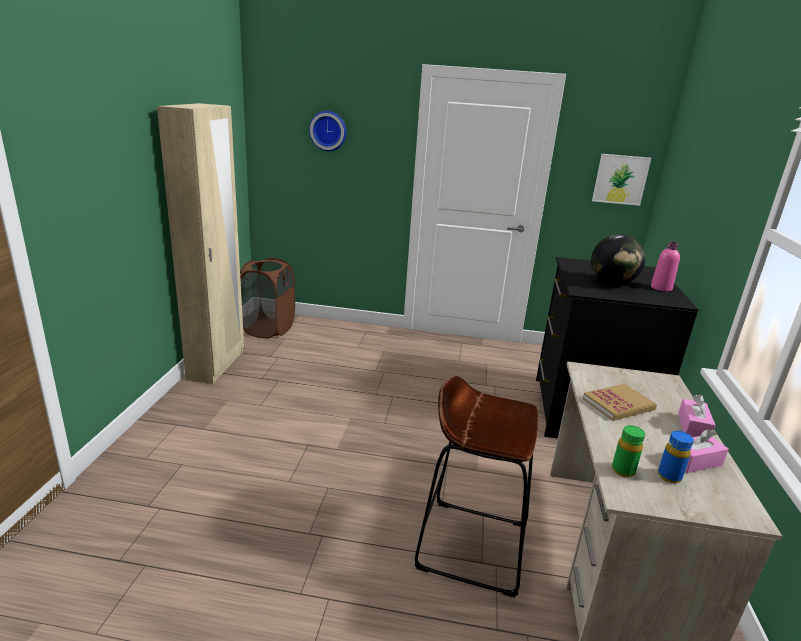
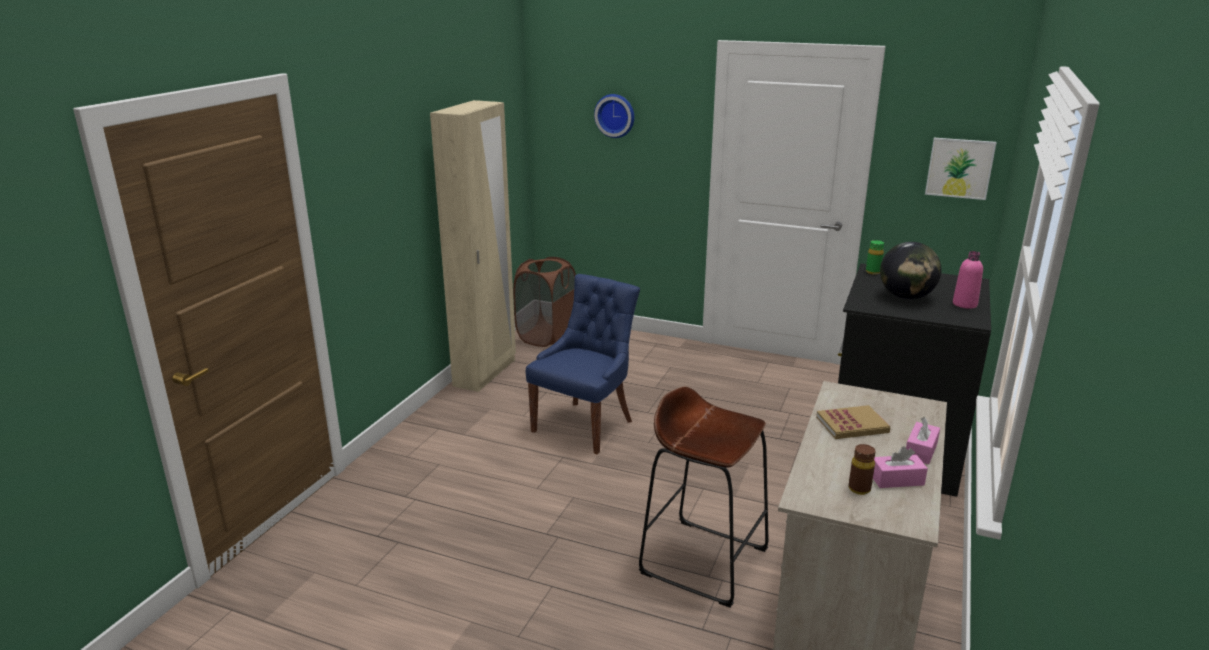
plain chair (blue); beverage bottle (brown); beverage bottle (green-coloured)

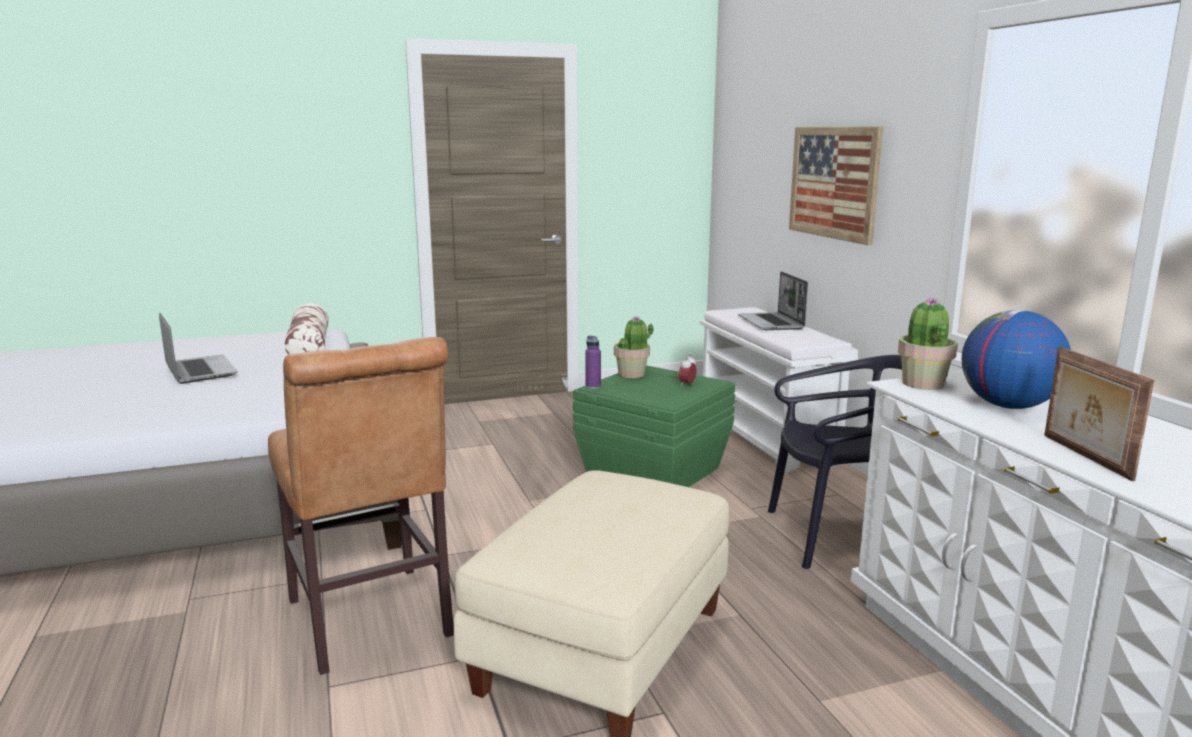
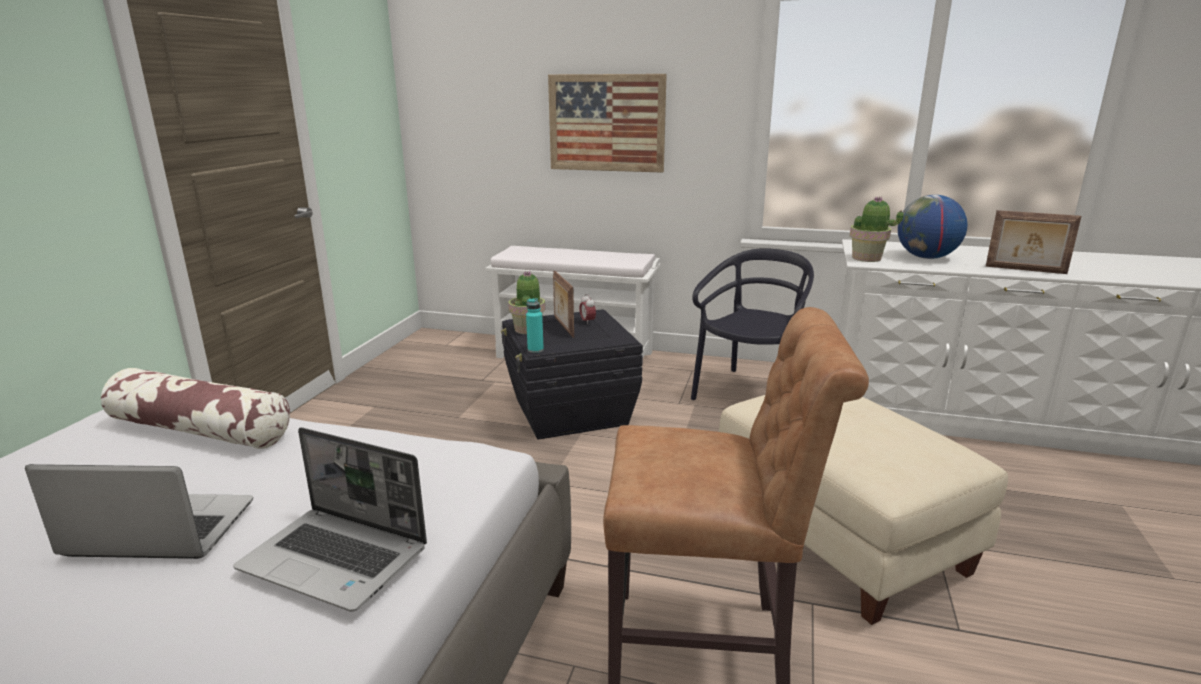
laptop (no. 2 from left); storage bin (black); beverage bottle (turquoise-coloured); picture frame (no. 1 from left)

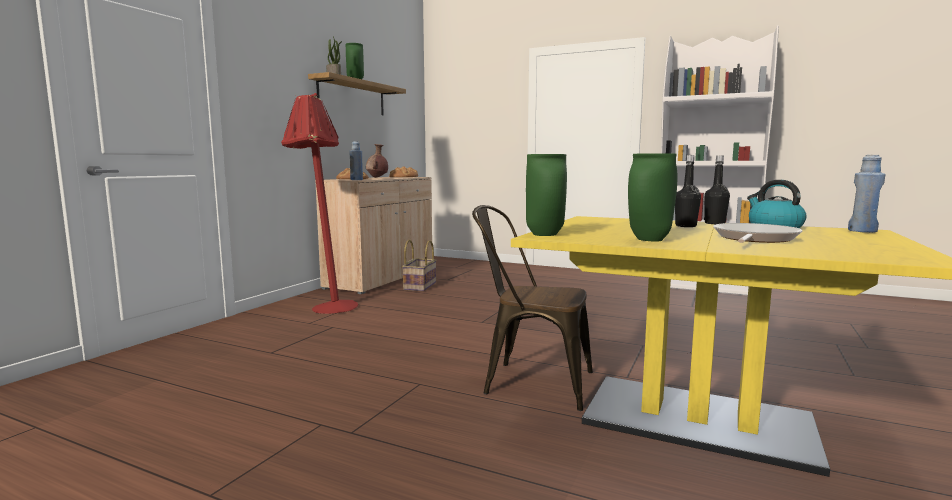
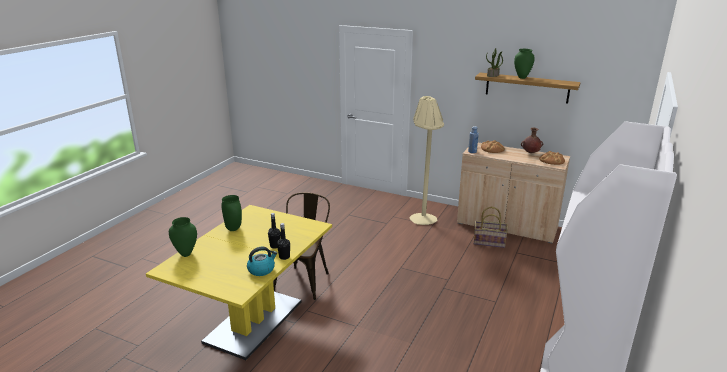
vase (green-coloured) (no. 1 from left); standard lamp (beige); frying pan; beverage bottle (blue) (no. 2 from left in the first image)

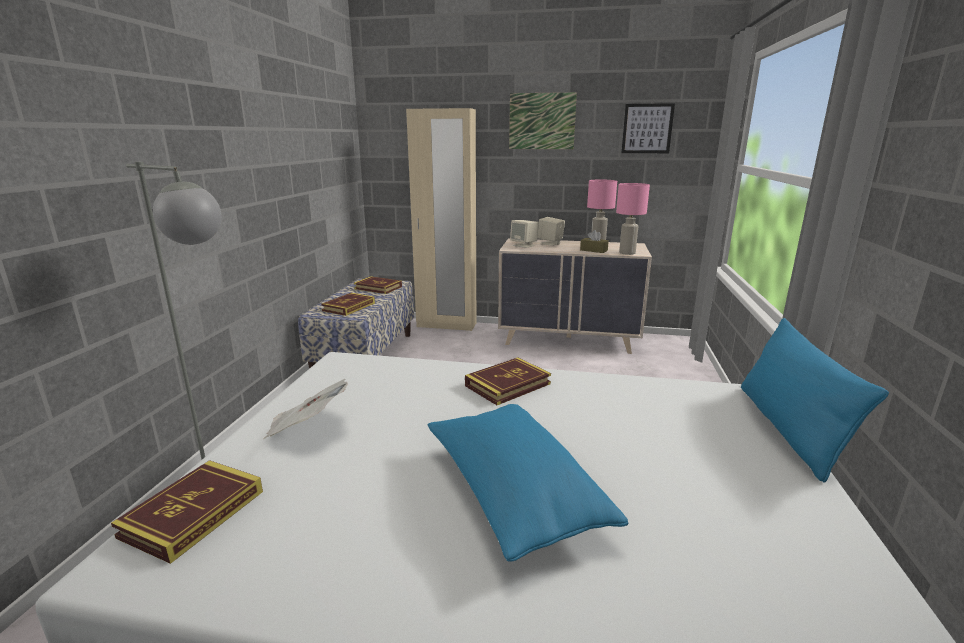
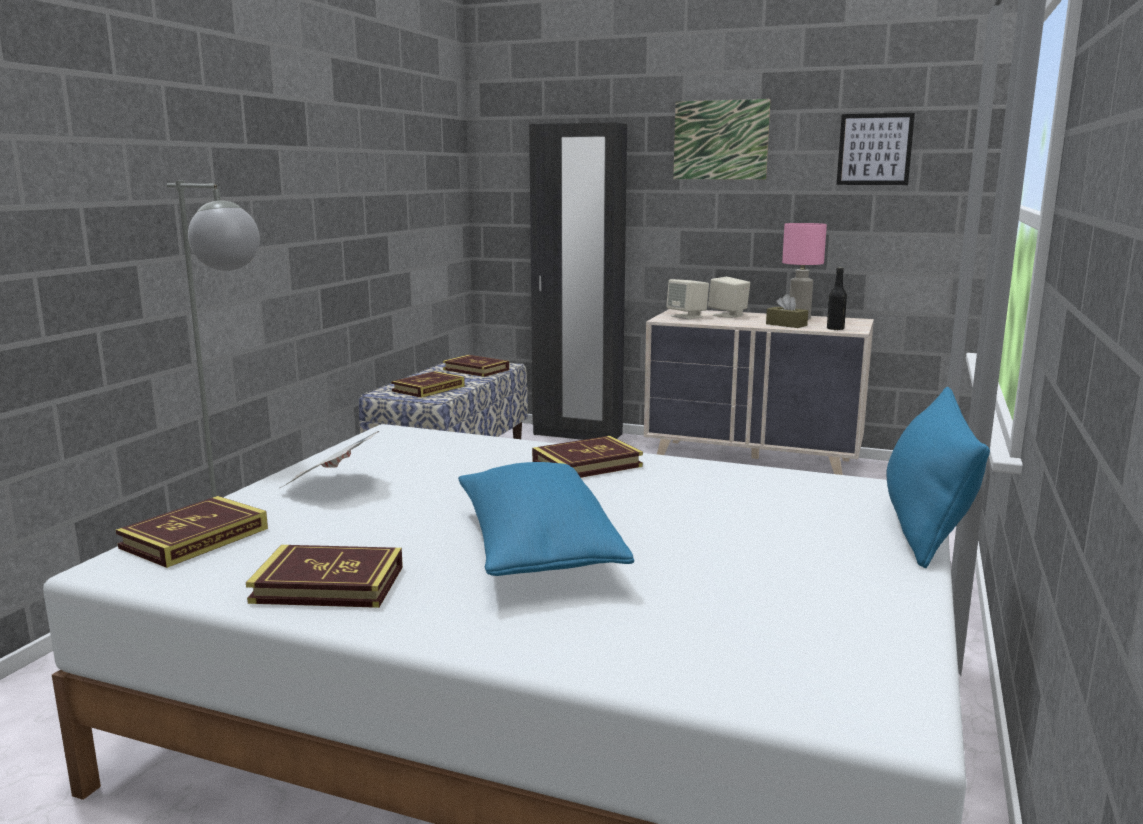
book (no. 2 from left); wardrobe (black); beverage bottle (black)

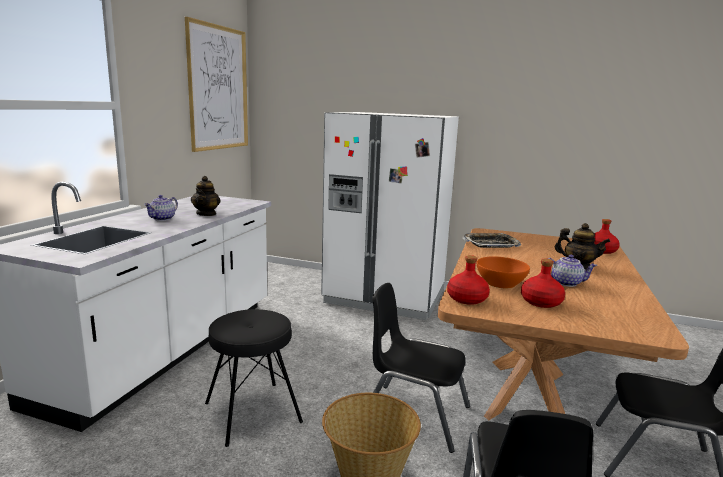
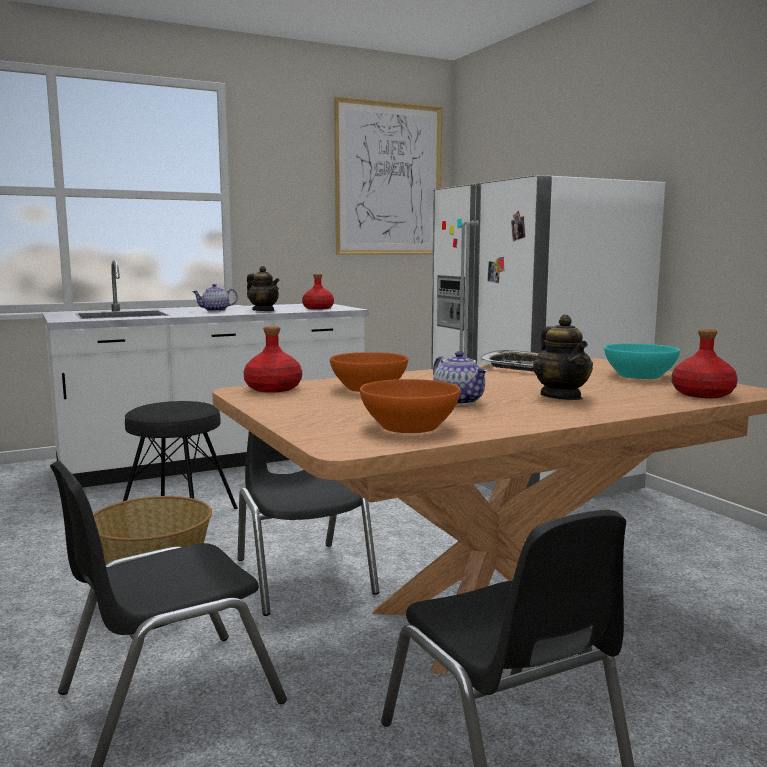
pot for tea (no. 2 from left); beverage bottle (reddish) (no. 2 from left); deep dish (orangey) (no. 2 from left); deep dish (turquoise-coloured)

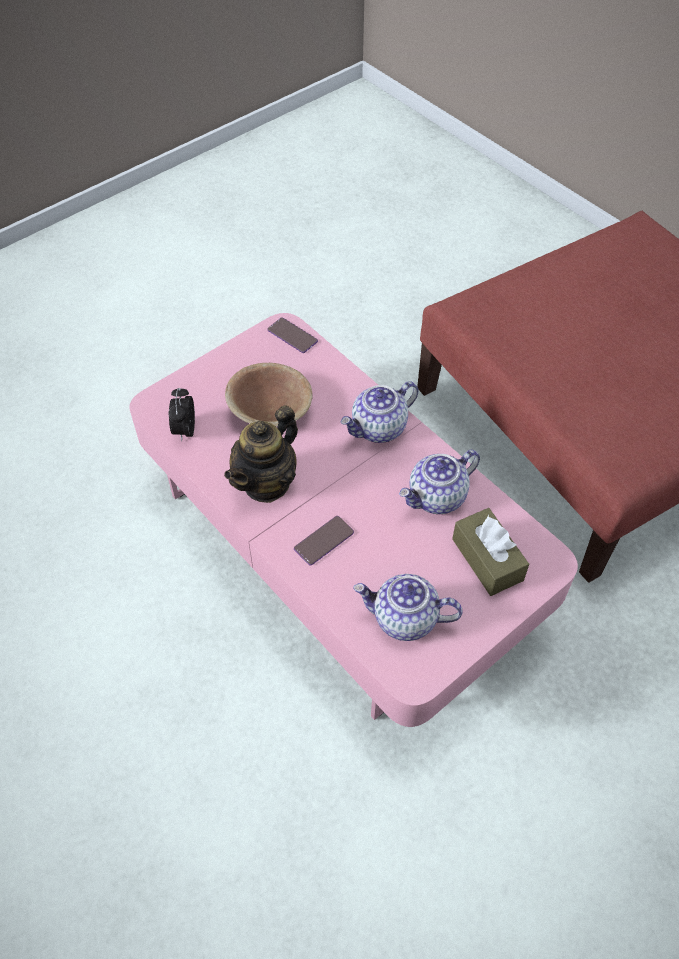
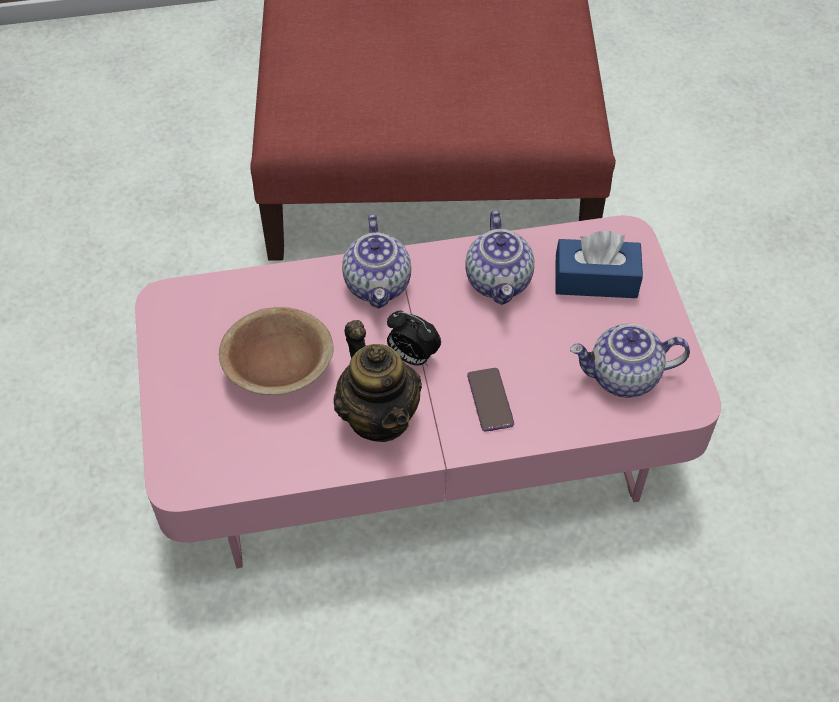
bedside clock; tissue holder (blue); pot for tea (no. 4 from left); phone (no. 1 from left in the first image)

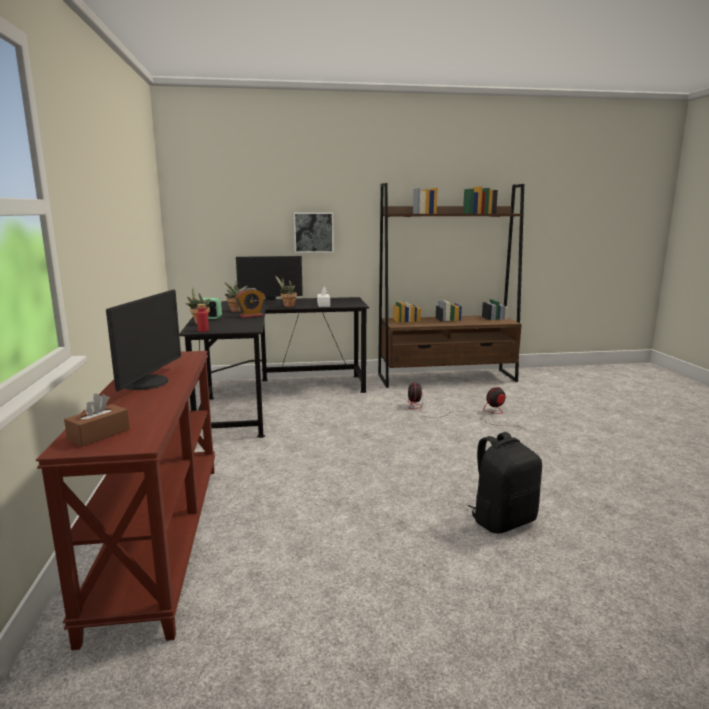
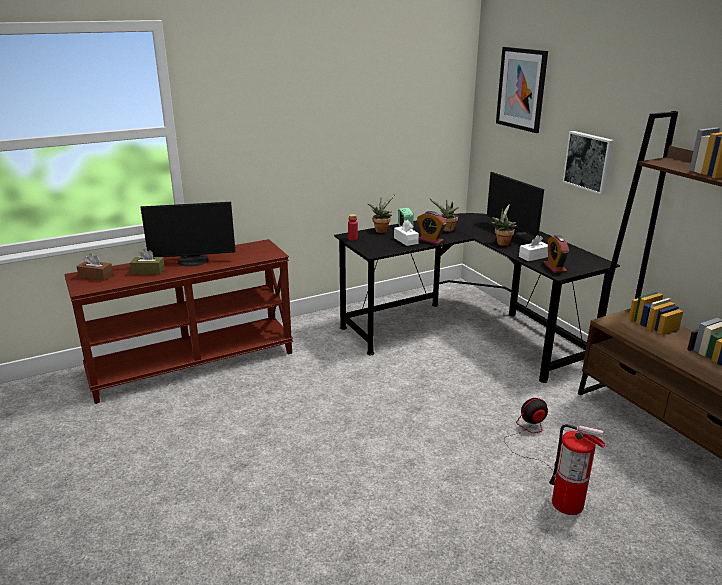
tissue holder (brown) (no. 2 from left); tissue holder (whitish) (no. 1 from left); wall picture (no. 1 from left); bedside clock (no. 3 from left); extinguisher; rucksack (black)

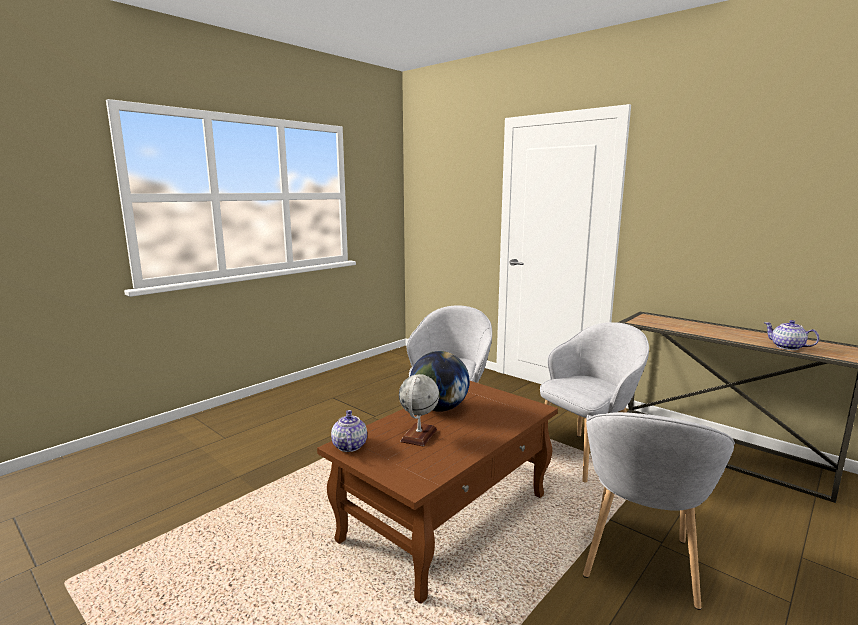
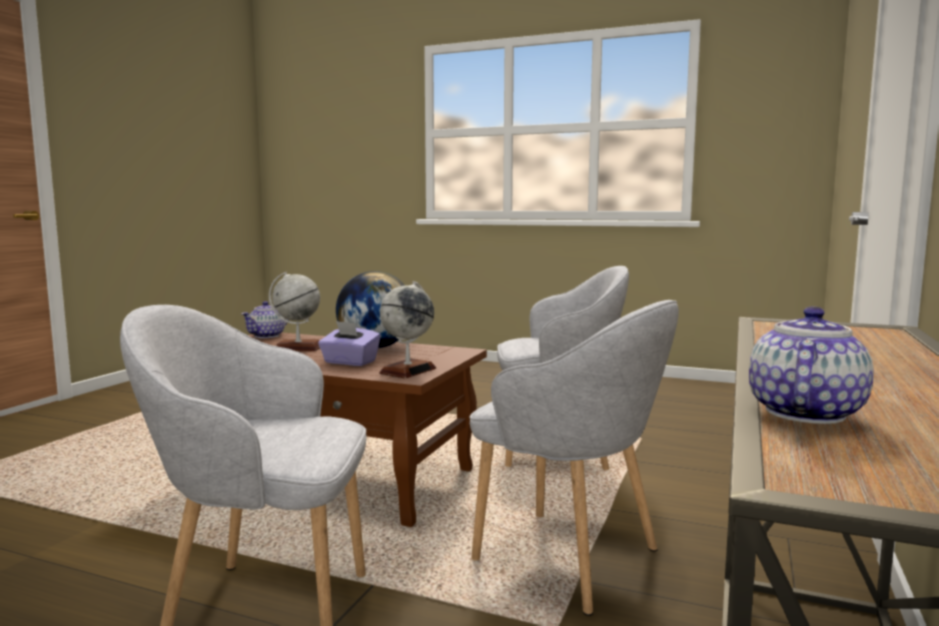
pot for tea (no. 1 from left); tissue holder (purple); globe (no. 3 from left)

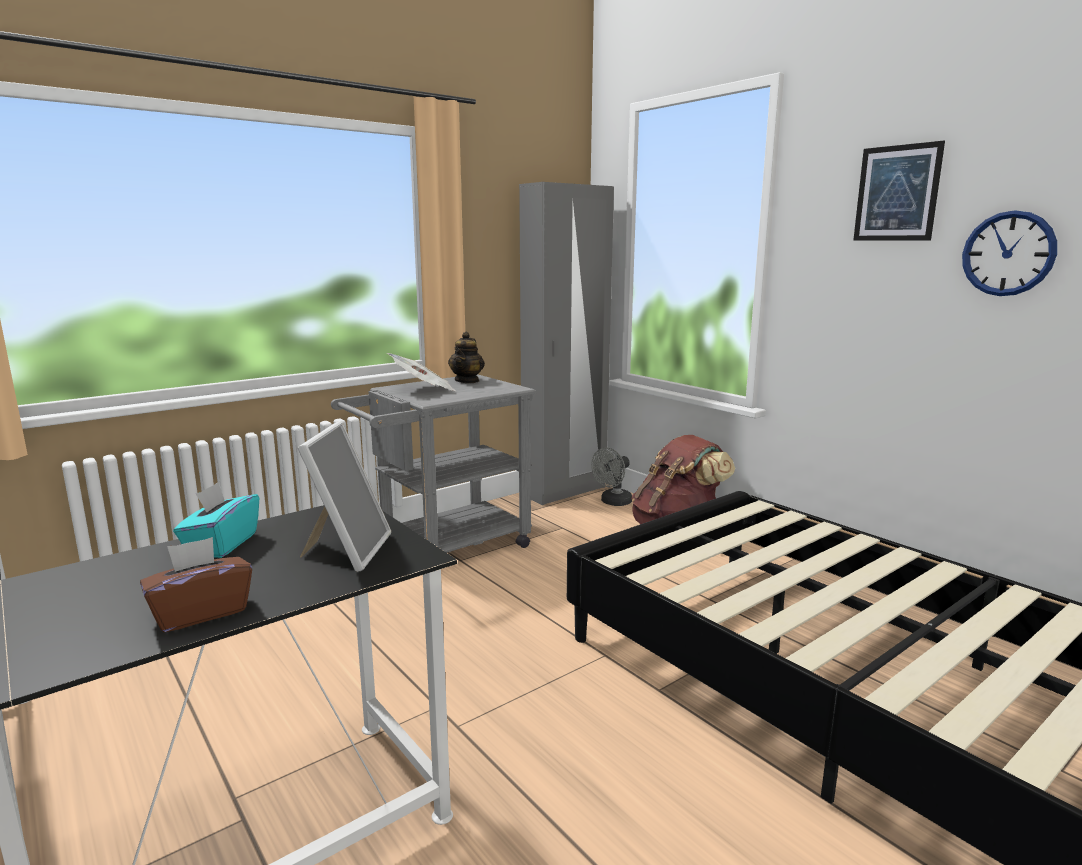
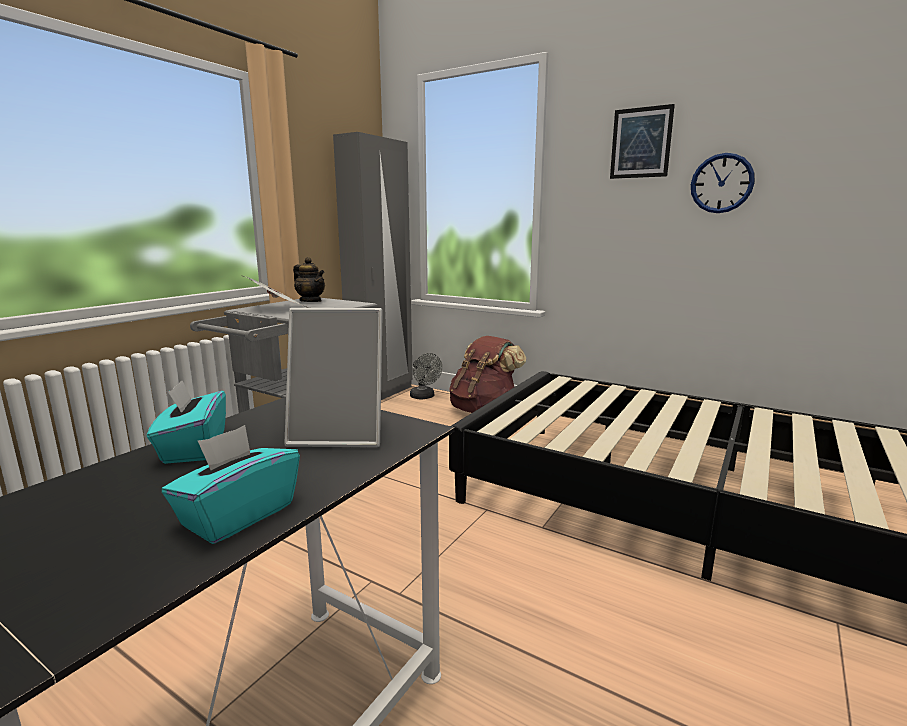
tissue holder (turquoise-coloured) (no. 2 from left); picture frame; pot for tea; fan (greyish)

